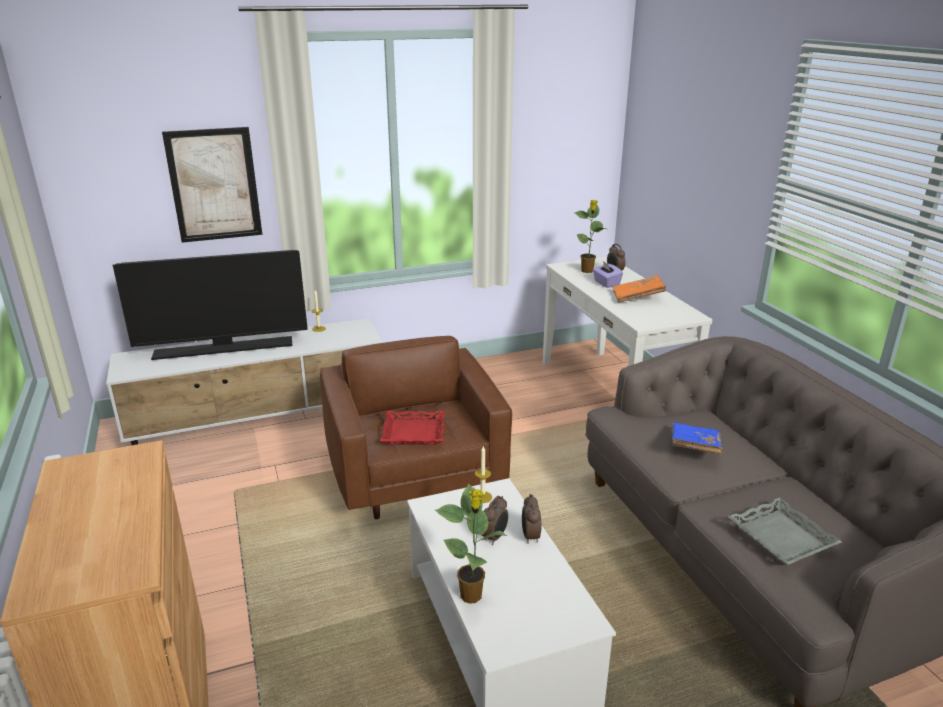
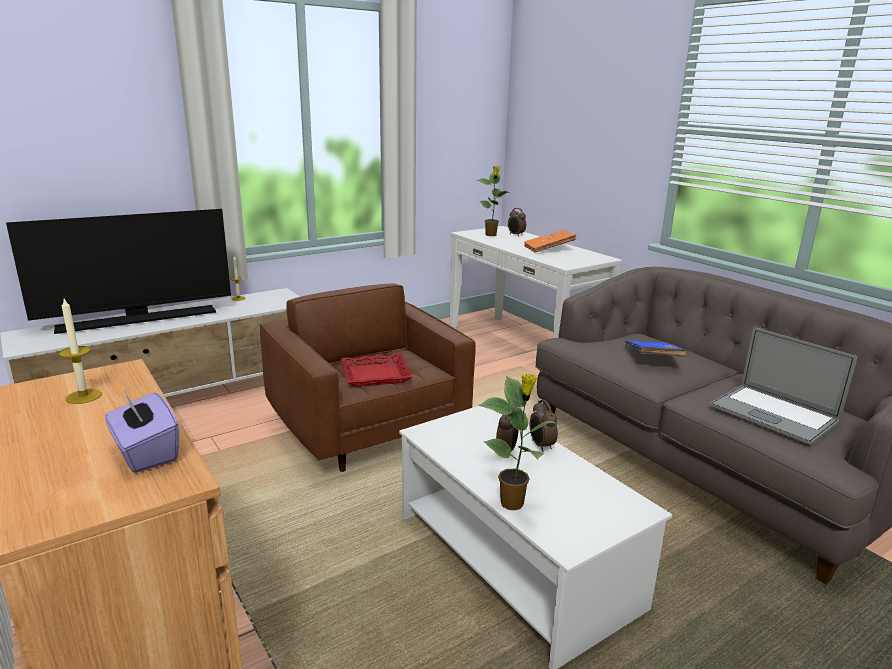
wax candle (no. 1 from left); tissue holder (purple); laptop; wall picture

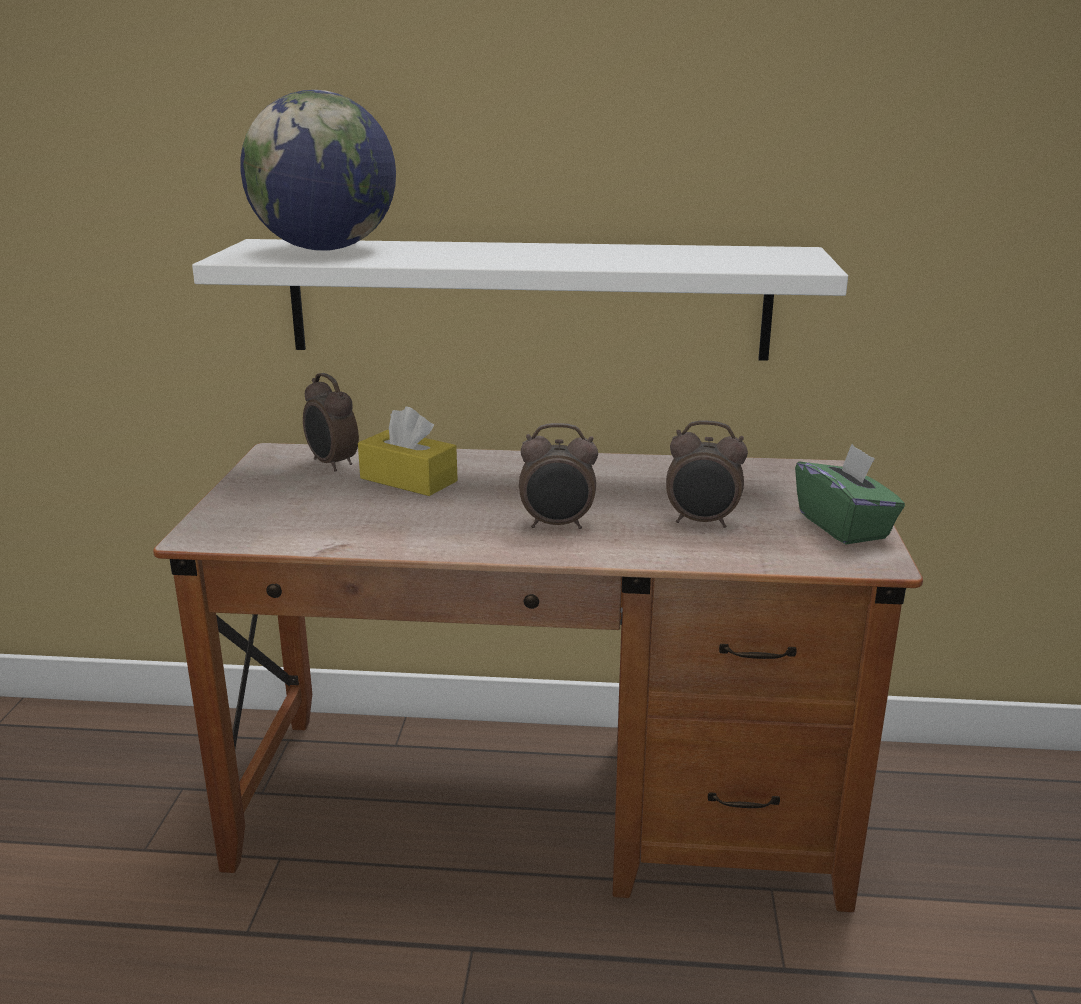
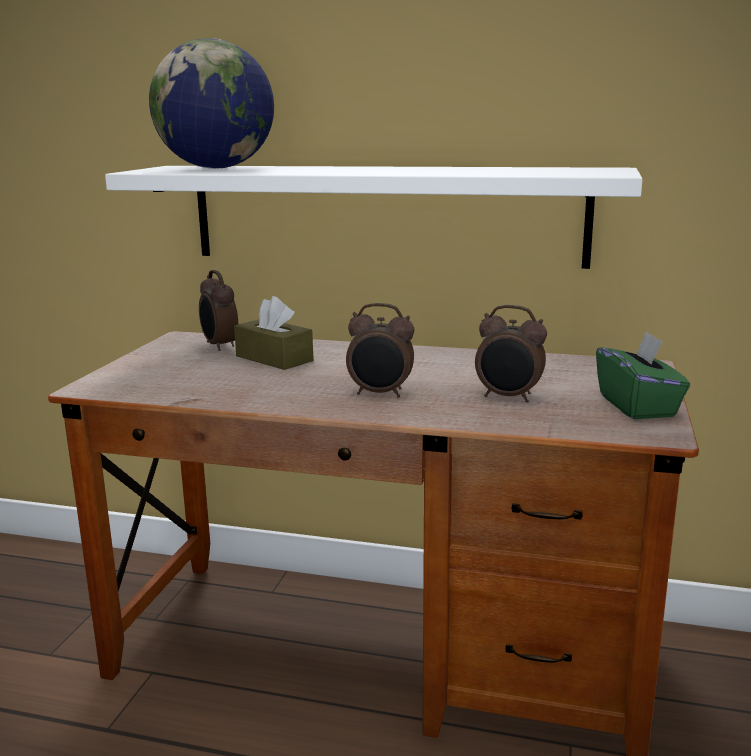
tissue holder (brown)

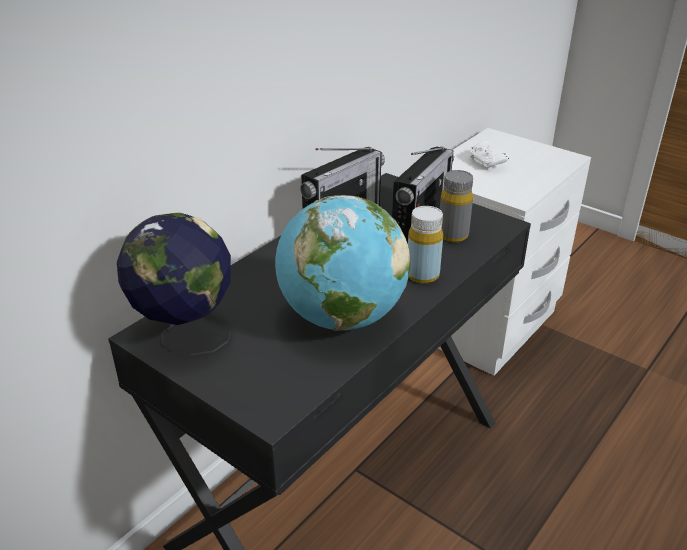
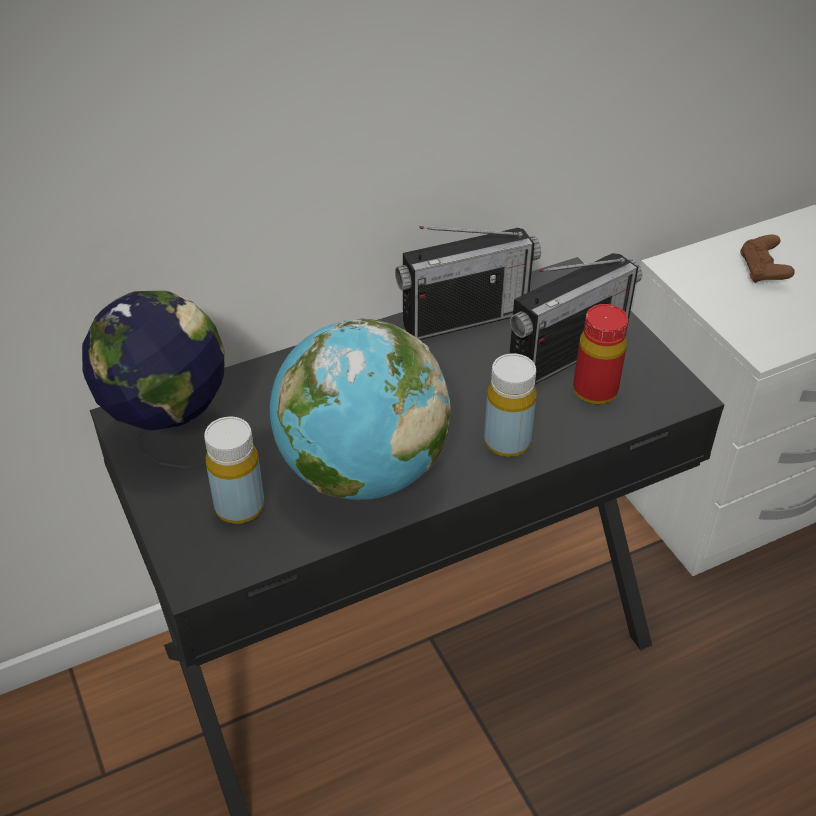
beverage bottle (yellow-coloured) (no. 1 from left); beverage bottle (reddish); game controller (brown)

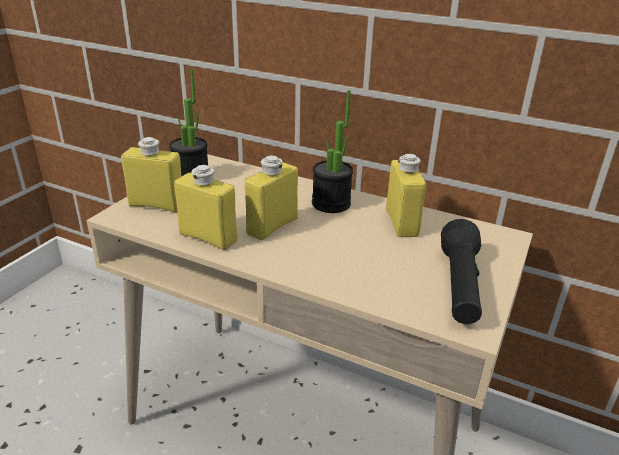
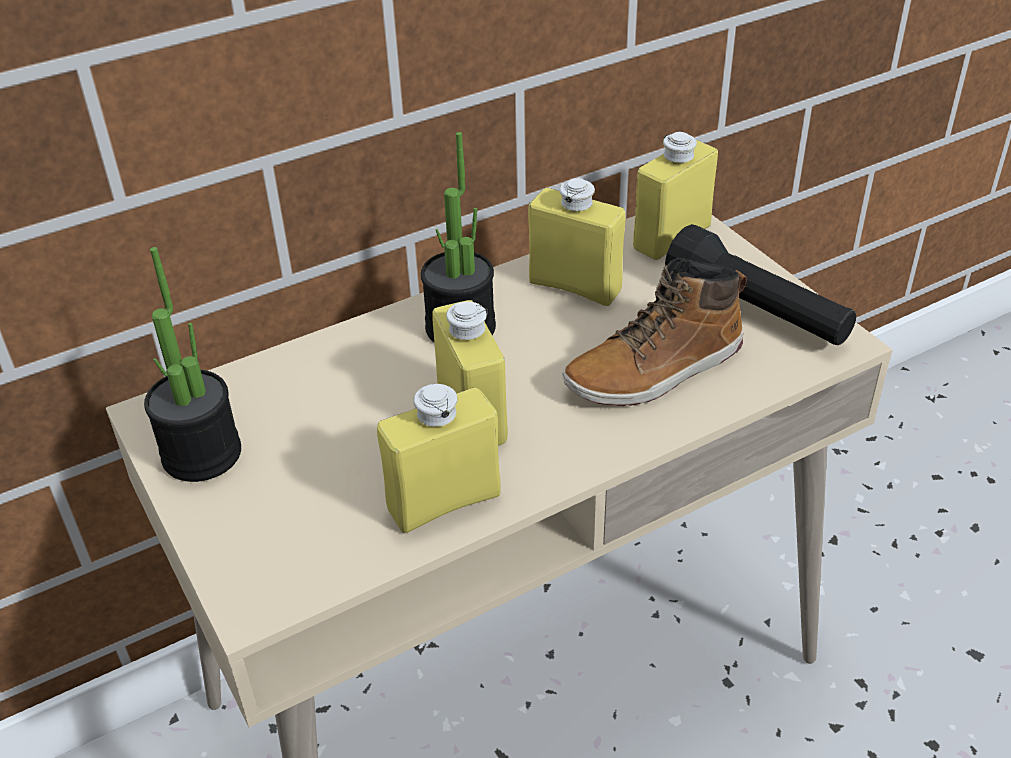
tall boot; beverage bottle (yellow-coloured) (no. 4 from left)

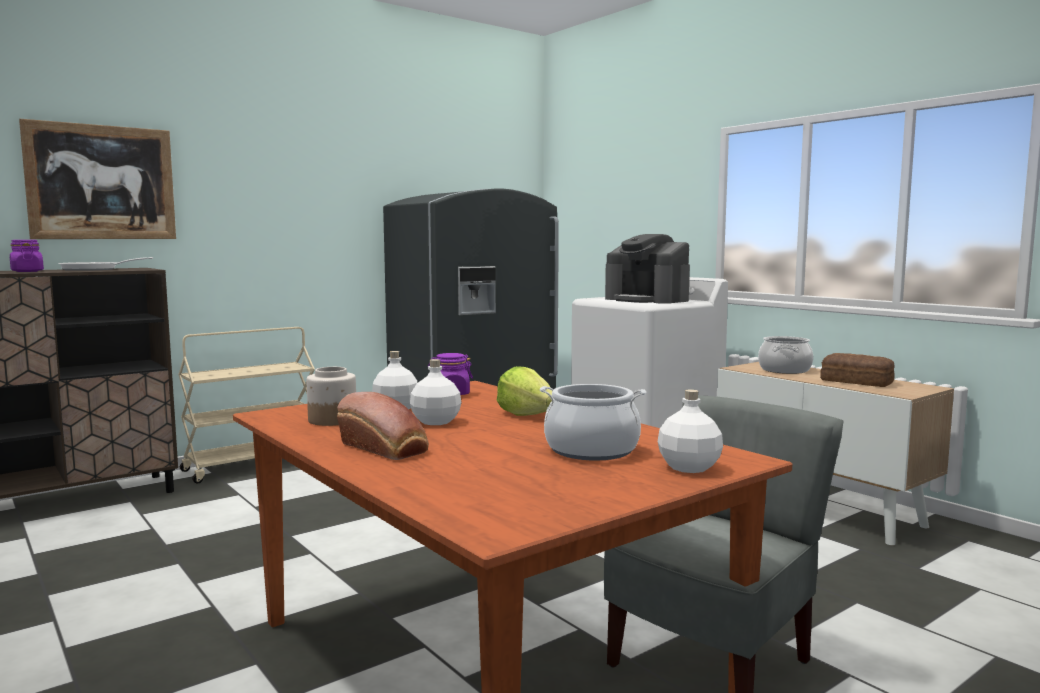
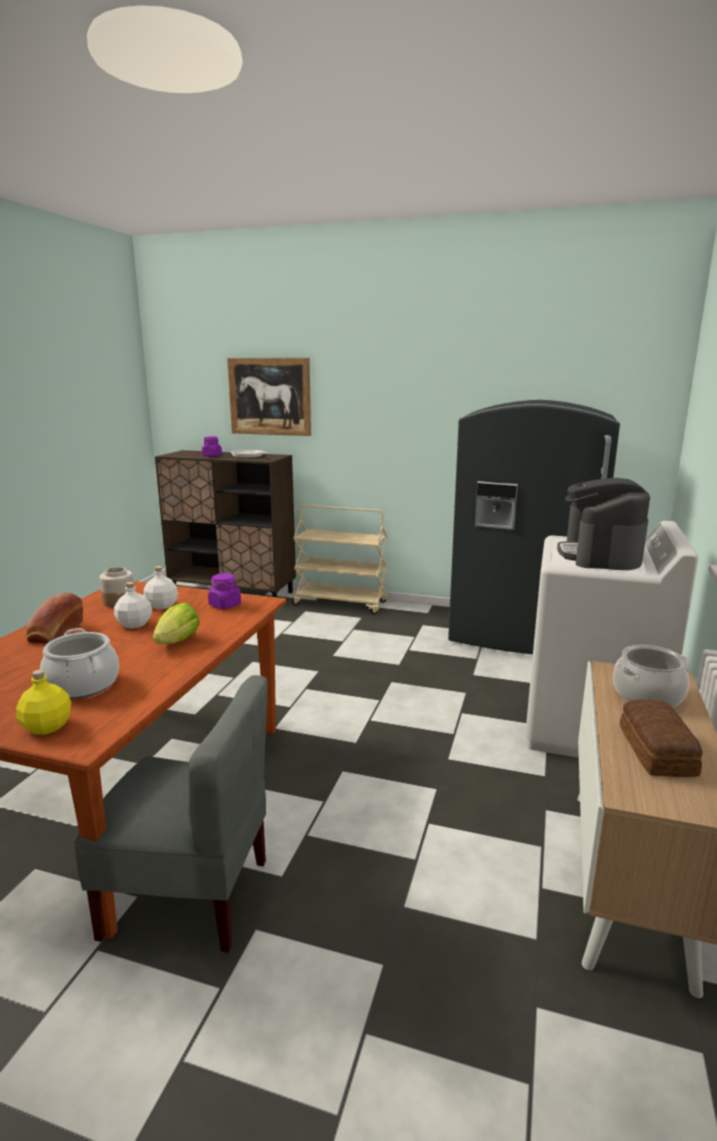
beverage bottle (yellow-coloured)

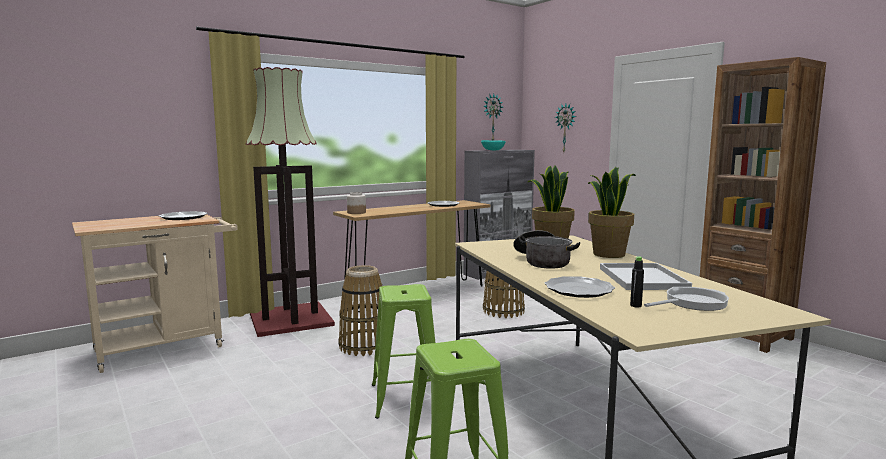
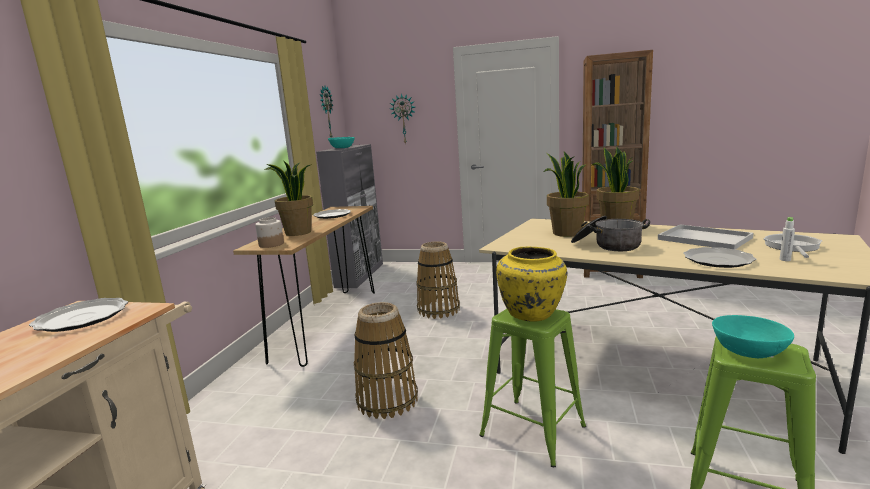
plant in a pot (no. 1 from left); vase (yellow-coloured); deep dish (turquoise-coloured) (no. 2 from left); beverage bottle (whitish); standard lamp

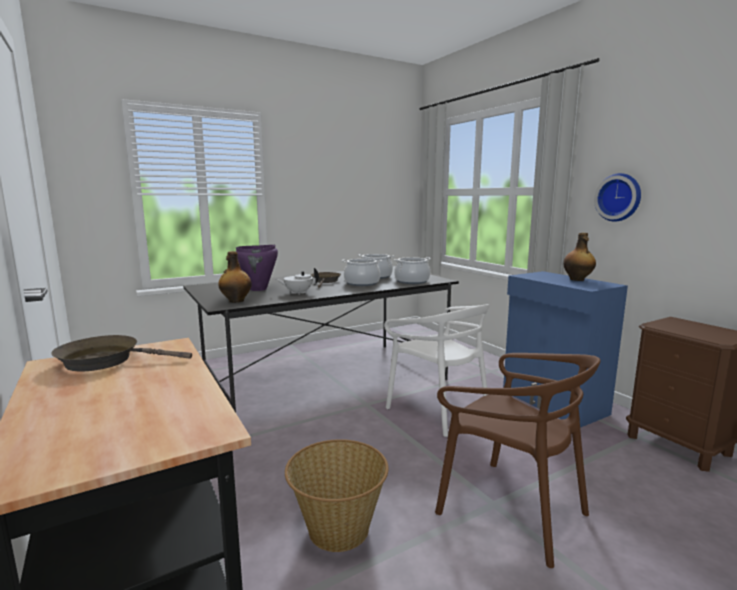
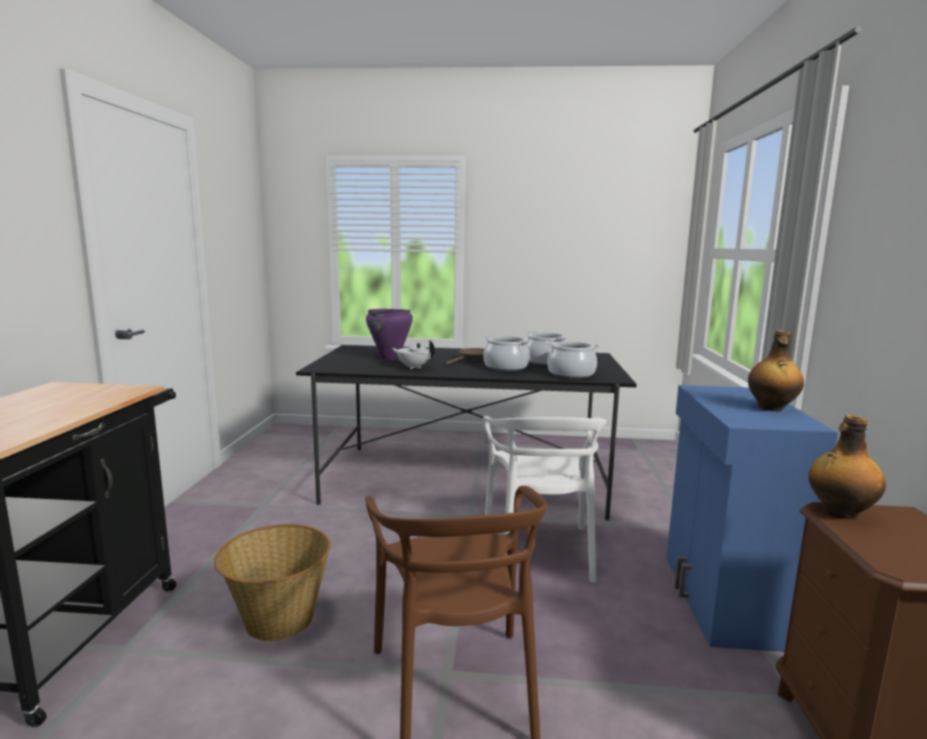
beverage bottle (no. 2 from left); frying pan (brown) (no. 1 from left in the first image); wall clock

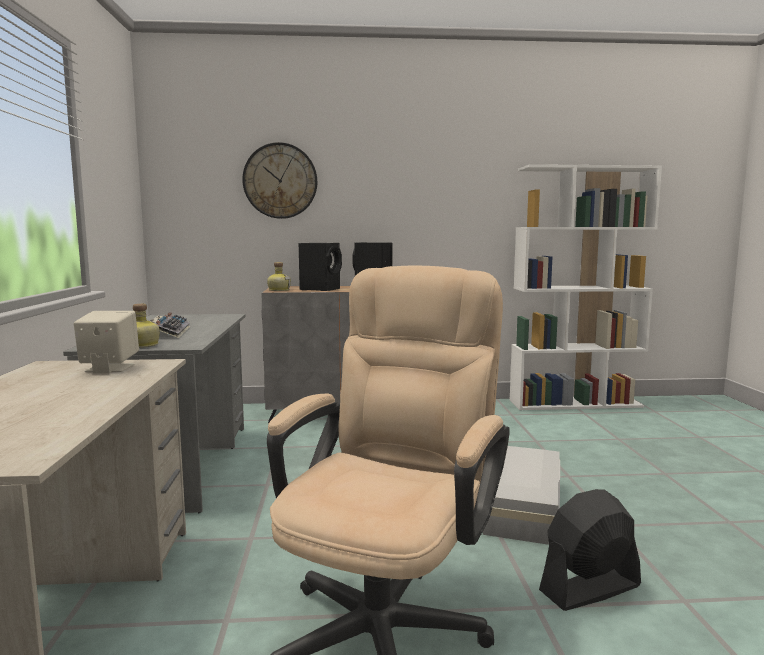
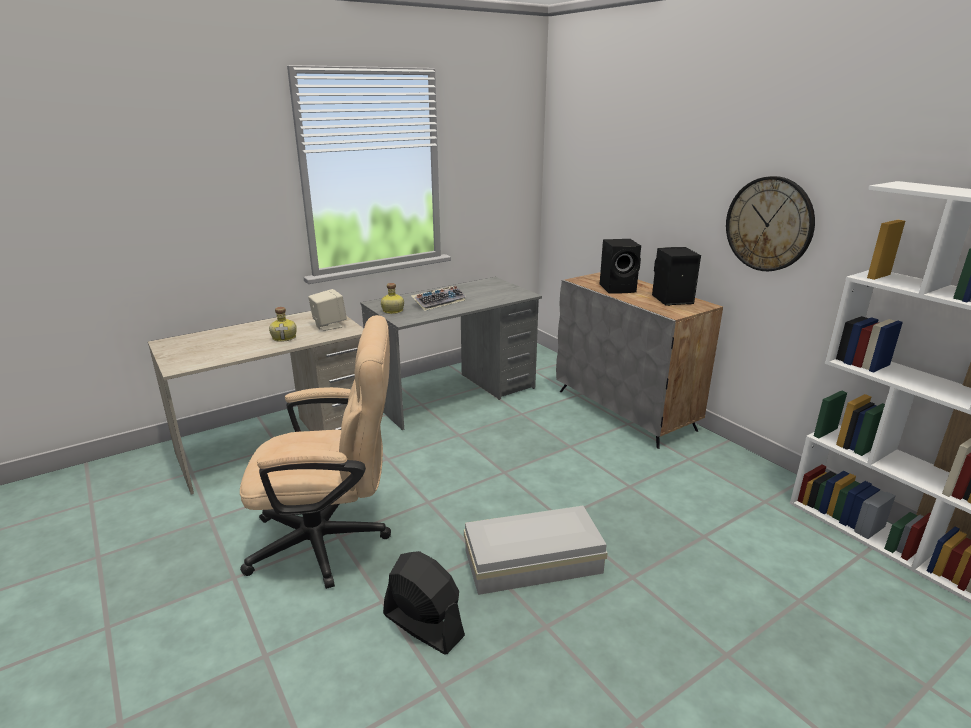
beverage bottle (no. 1 from left); wall clock

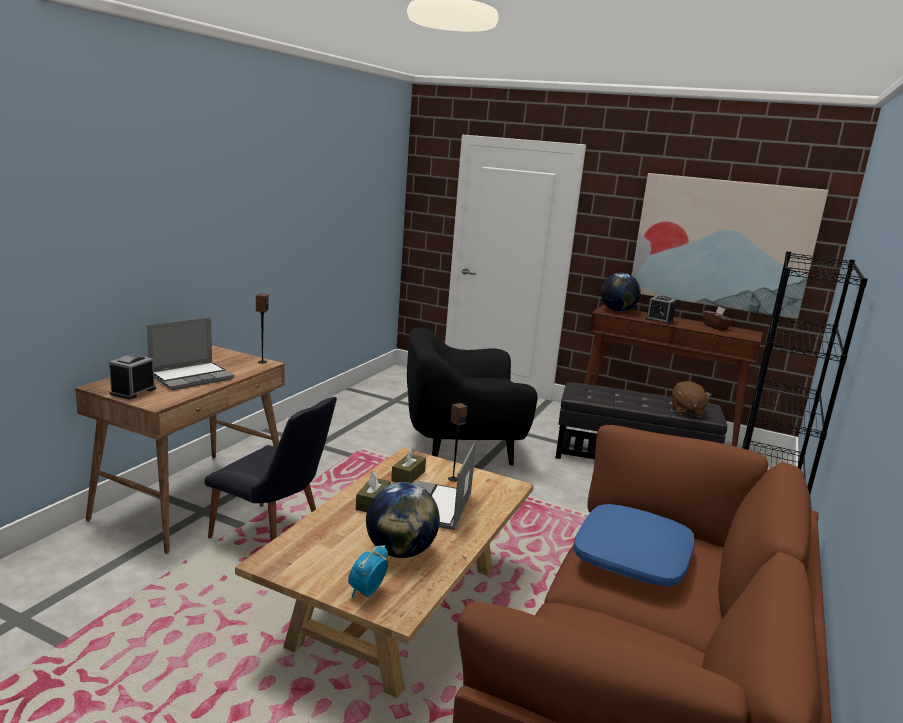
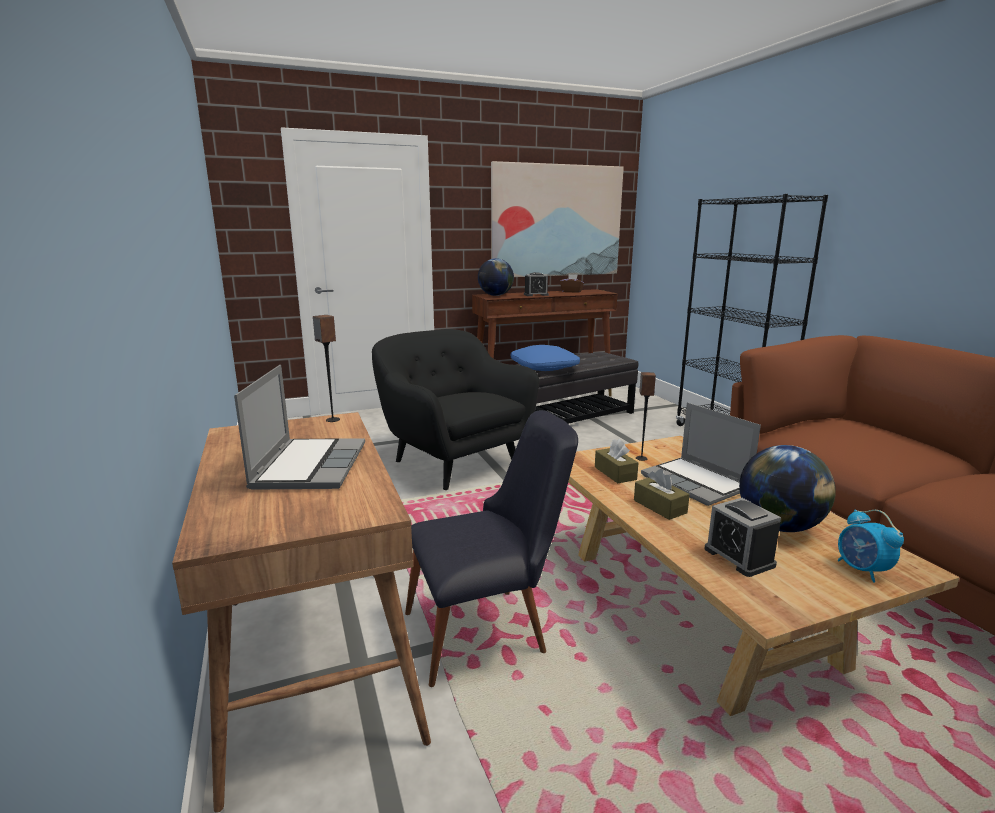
lounge chair (black); cushion (blue); bedside clock (no. 2 from left); cuddly toy (brown)

